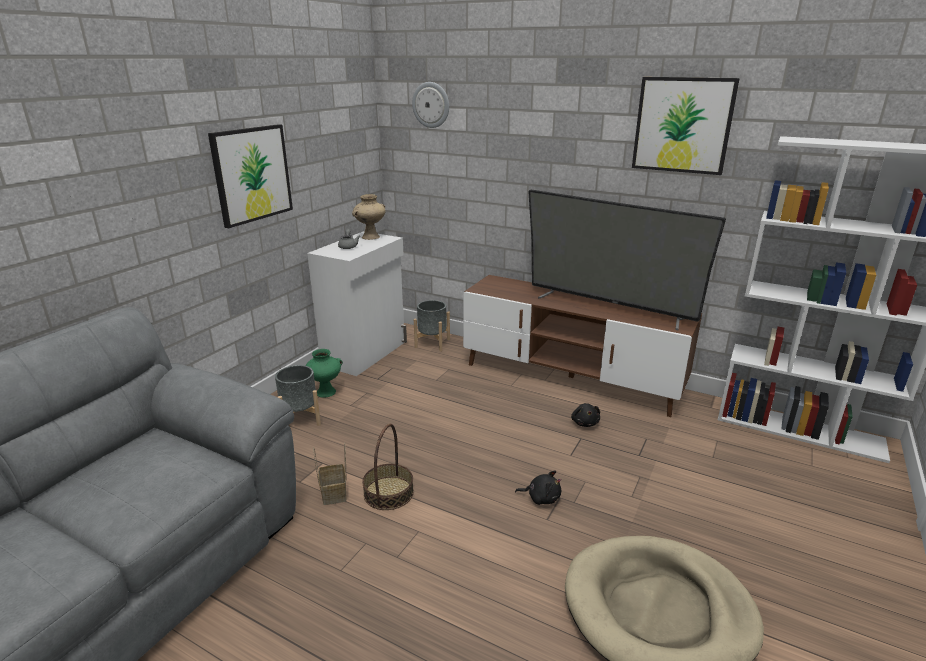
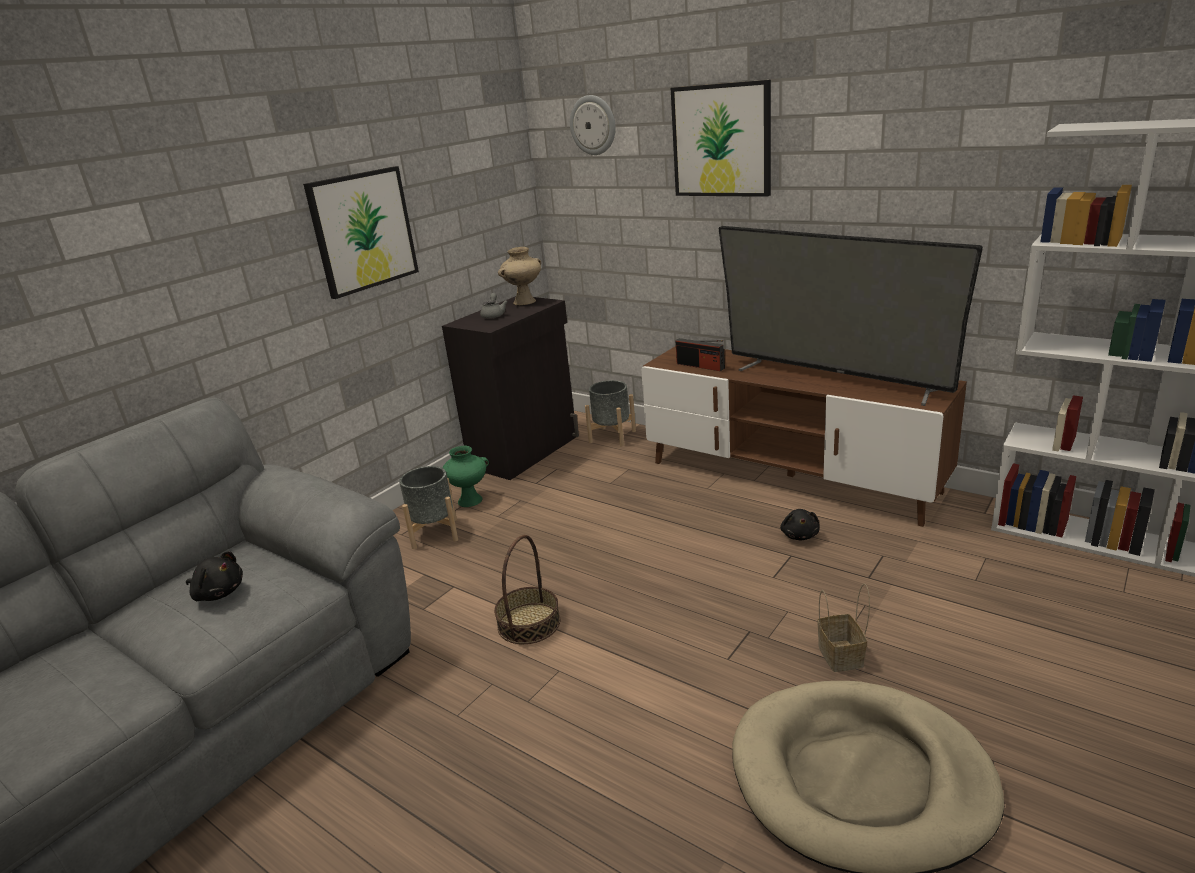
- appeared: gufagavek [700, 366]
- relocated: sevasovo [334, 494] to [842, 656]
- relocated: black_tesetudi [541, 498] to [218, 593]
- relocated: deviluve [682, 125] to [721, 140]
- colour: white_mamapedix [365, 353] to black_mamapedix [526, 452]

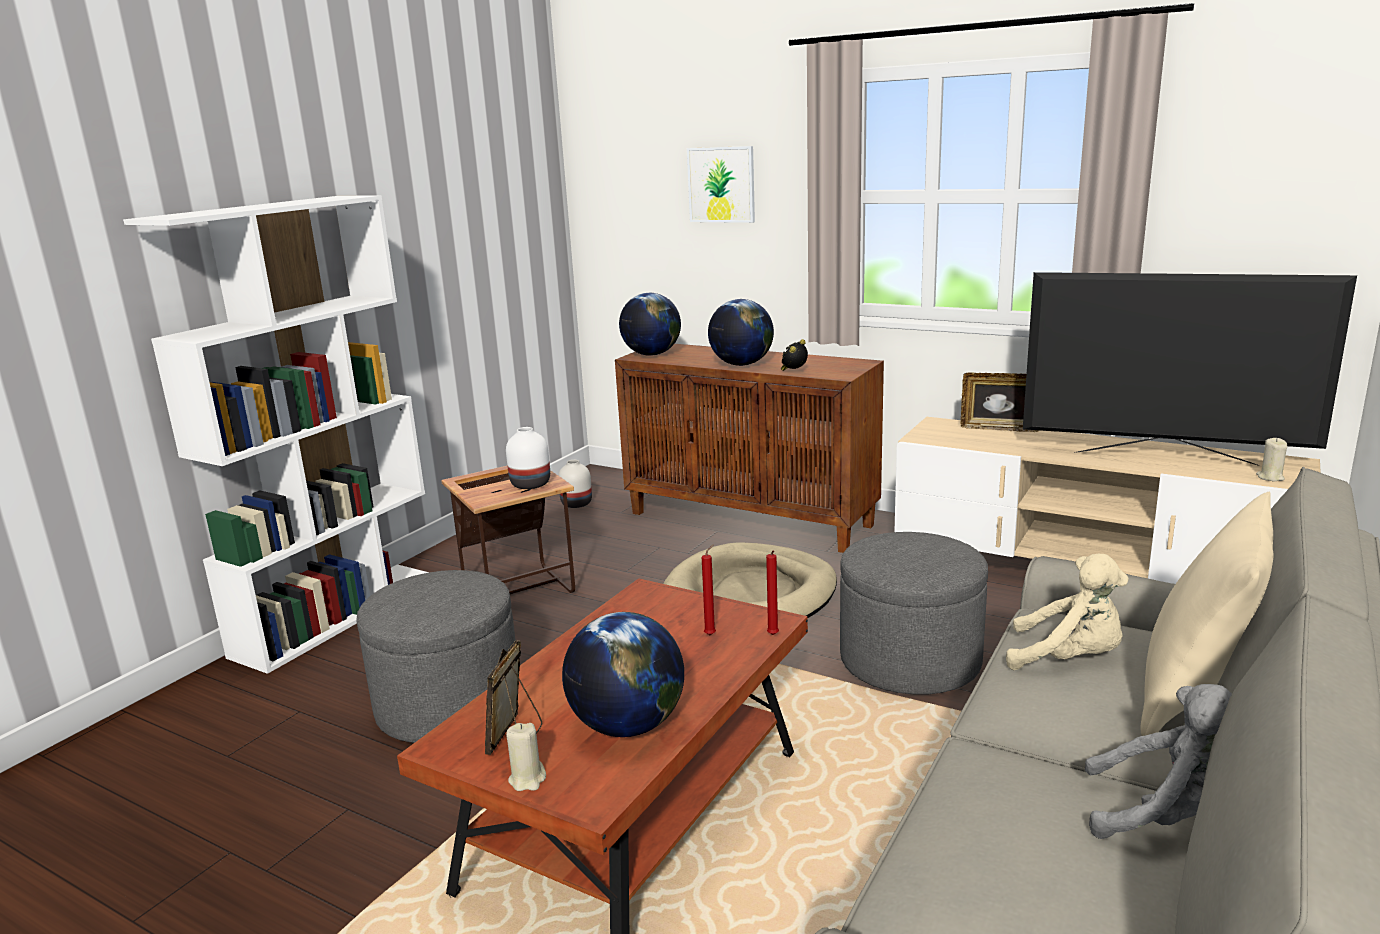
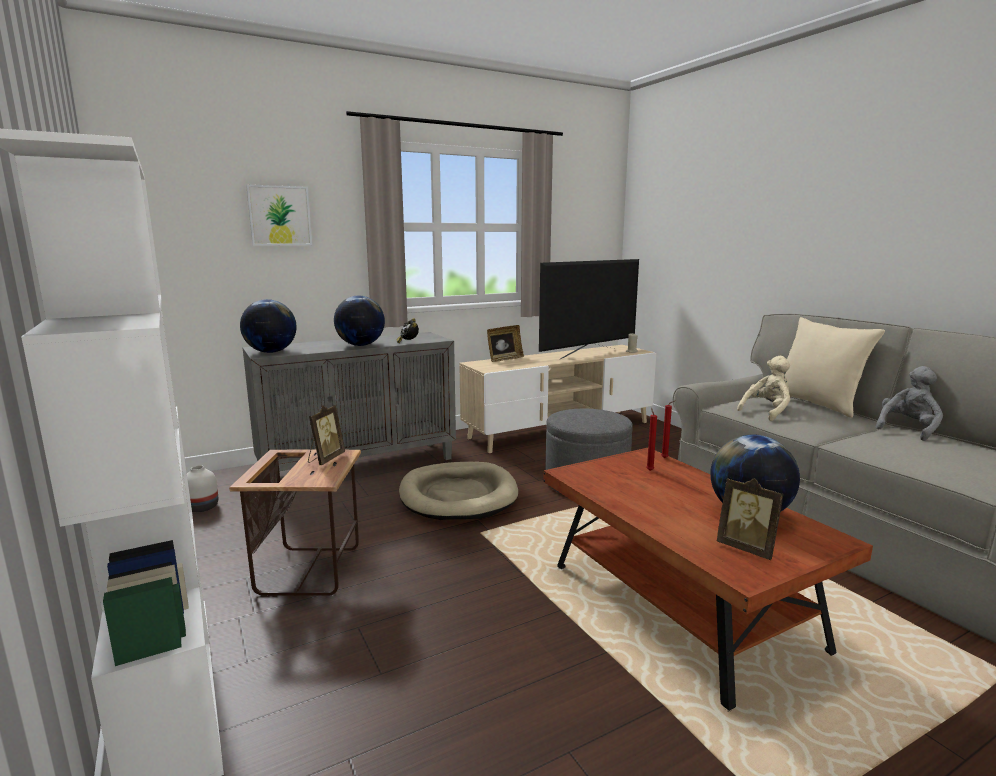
- missing: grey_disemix [449, 705]
- missing: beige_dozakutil [527, 779]
- exchanged: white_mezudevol [531, 484] to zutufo [325, 459]
- colour: brown_mamapedix [751, 519] to grey_mamapedix [360, 465]

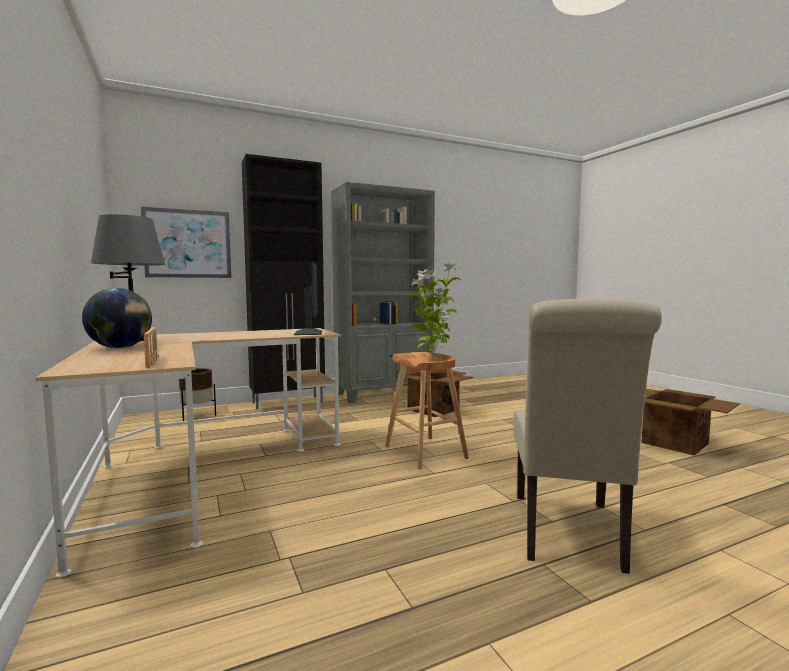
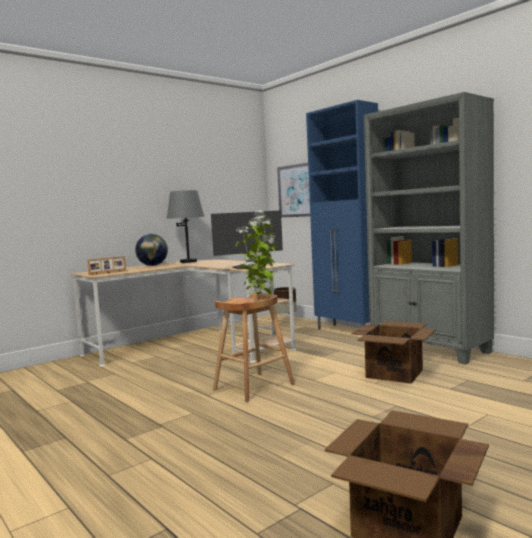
- missing: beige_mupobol [568, 534]
- colour: black_mamapedix [288, 402] to blue_mamapedix [349, 331]

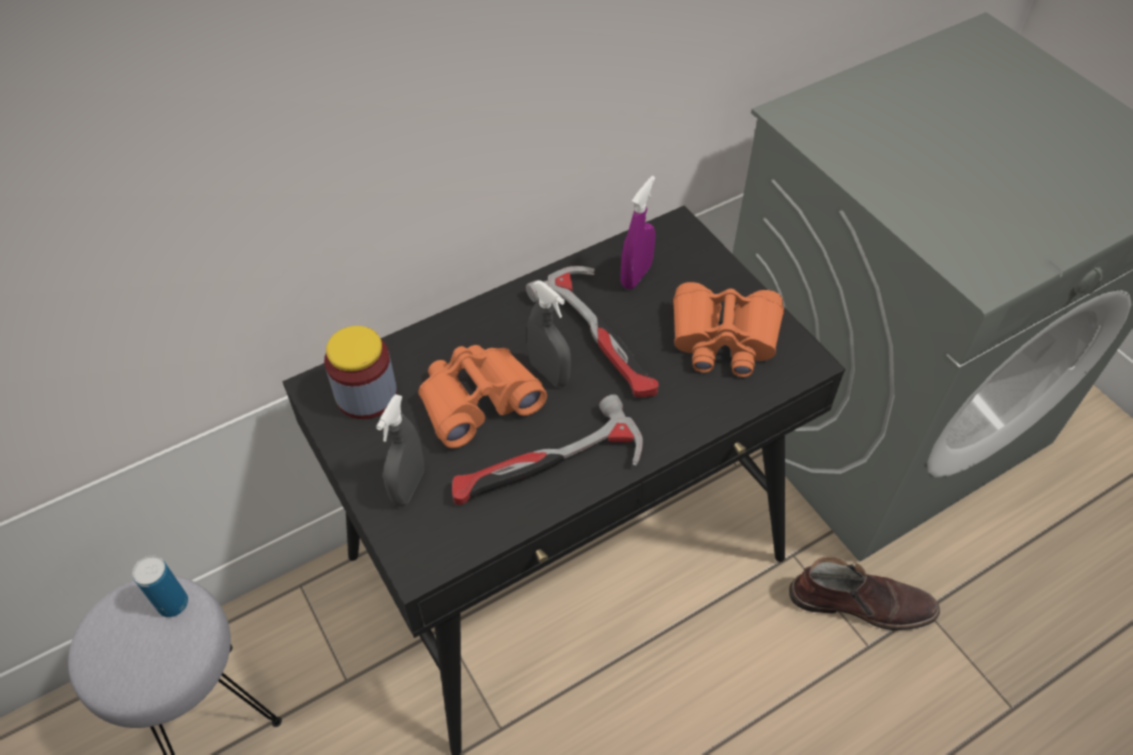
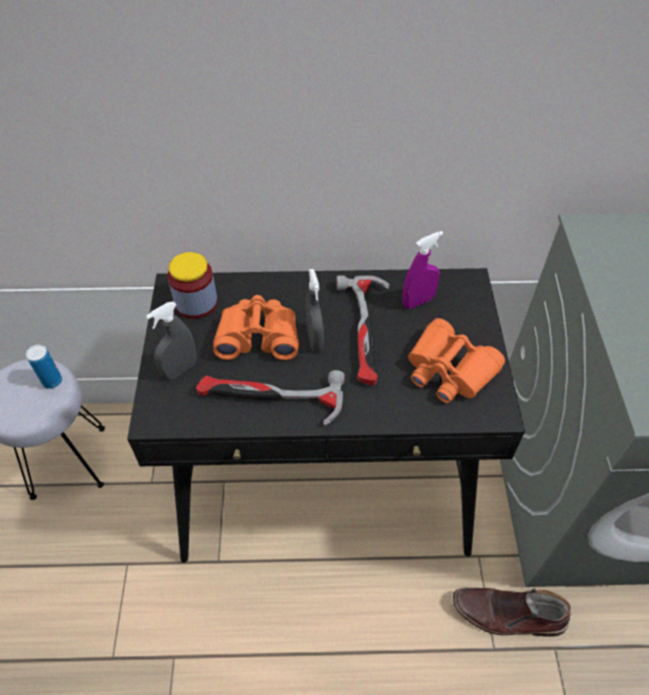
- spun: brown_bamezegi [860, 602] = [507, 615] 150 degrees clockwise

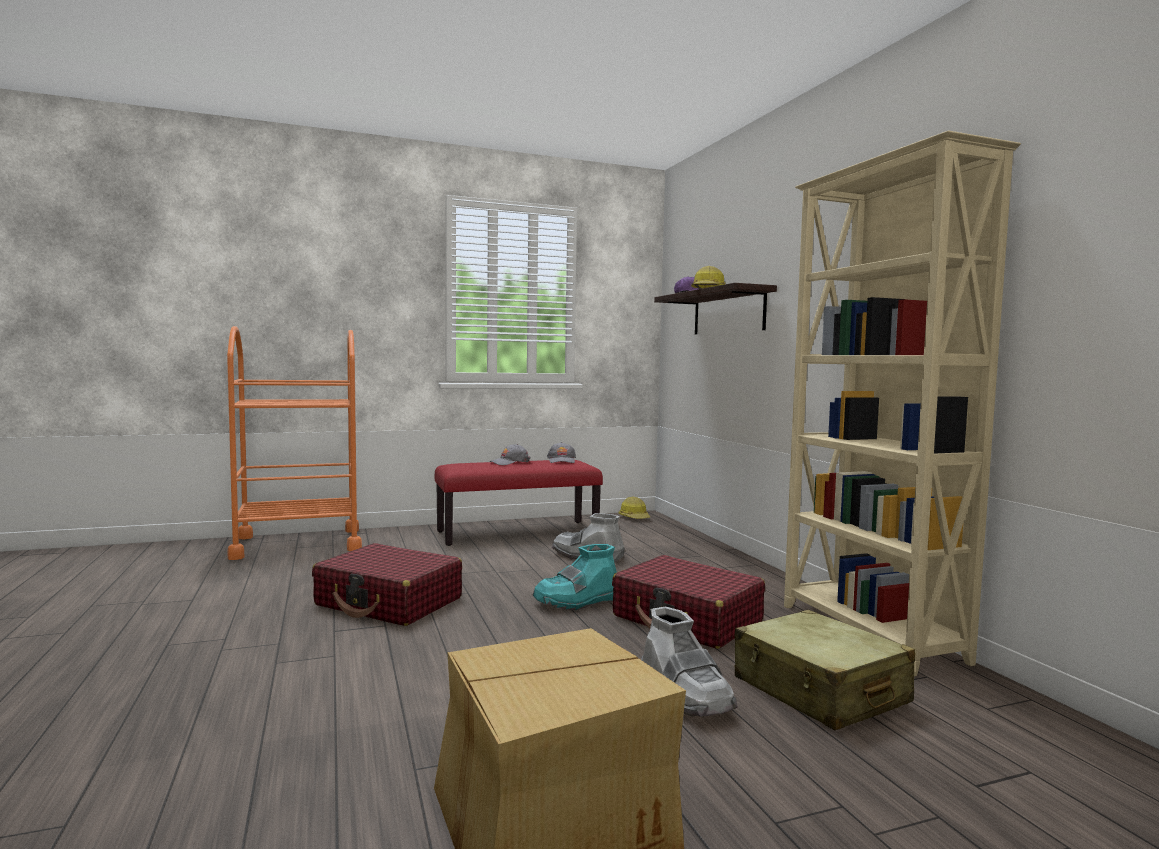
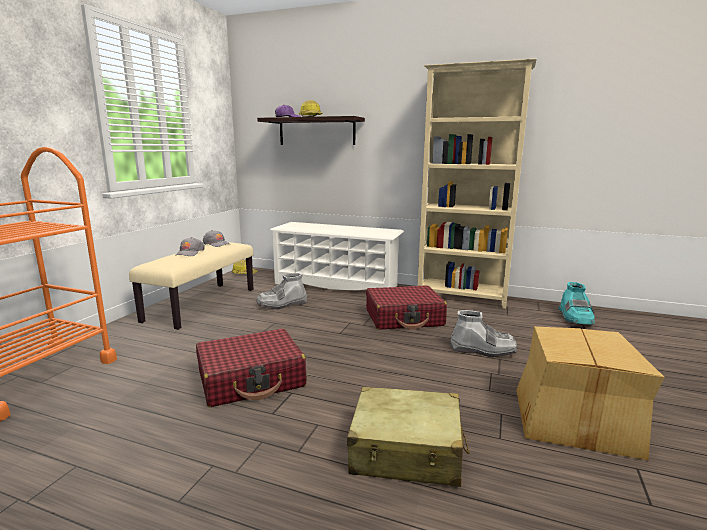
- appeared: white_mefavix [337, 284]
- relocated: turquoise_bamezegi [577, 602] to [575, 319]
- relocated: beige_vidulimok [819, 691] to [406, 451]
- colour: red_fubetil [518, 533] to beige_fubetil [201, 304]

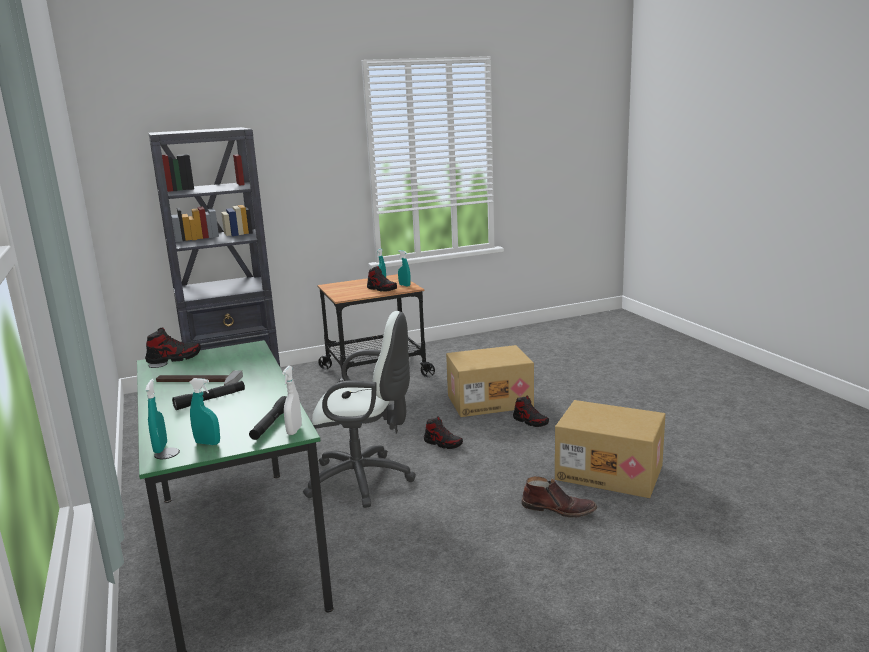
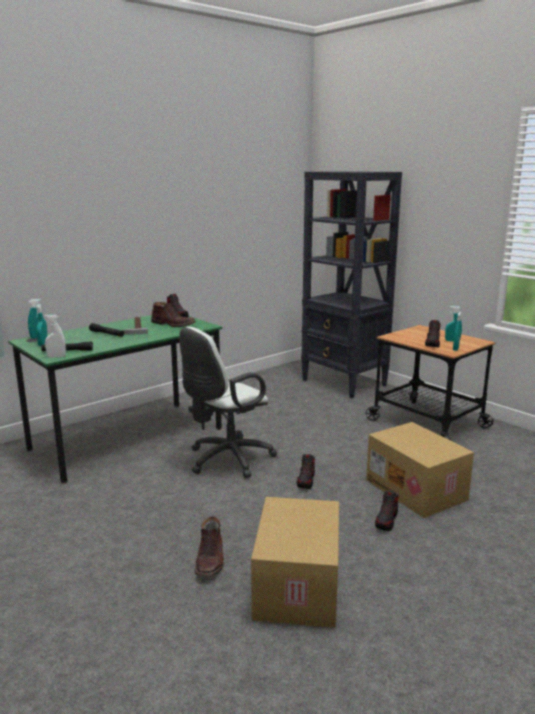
- appeared: brown_bamezegi [173, 324]
- spun: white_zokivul [365, 480] = [226, 460] 60 degrees clockwise

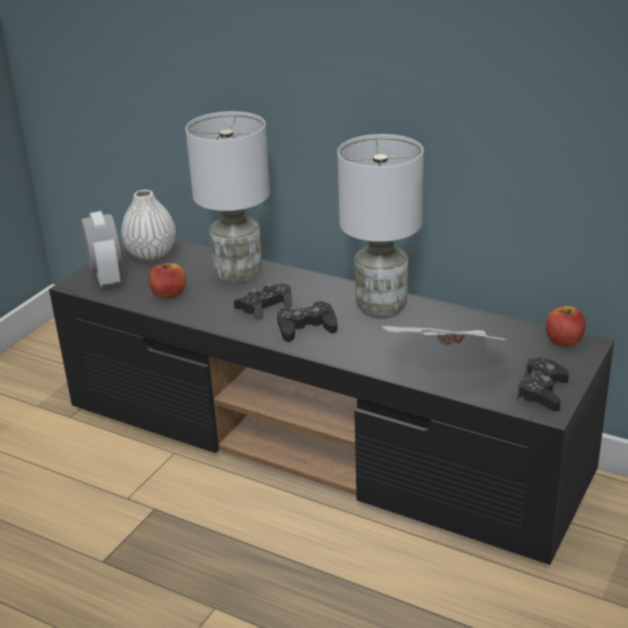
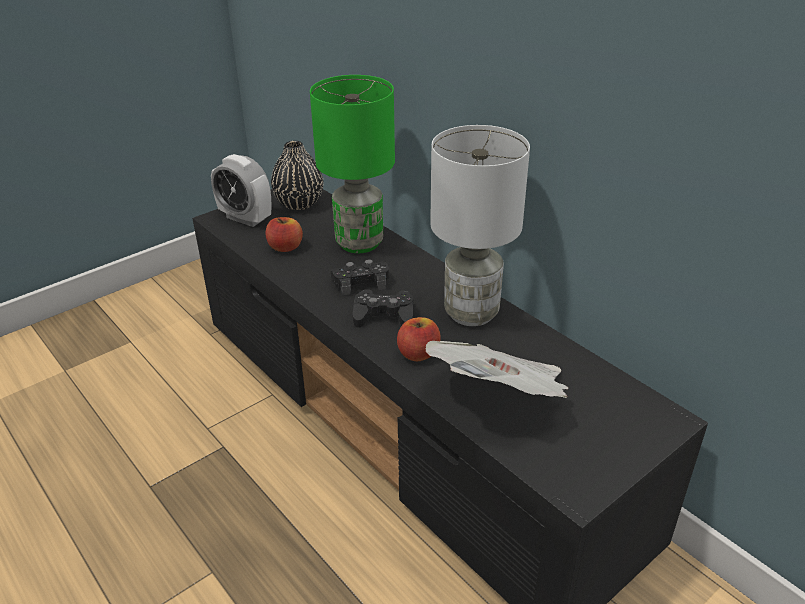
- missing: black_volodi [542, 391]
- relocated: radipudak [564, 341] to [418, 353]
- colour: white_mezudevol [151, 254] to black_mezudevol [299, 203]
- colour: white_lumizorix [238, 275] to green_lumizorix [359, 242]
- spun: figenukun [106, 278] = [245, 218] 120 degrees clockwise

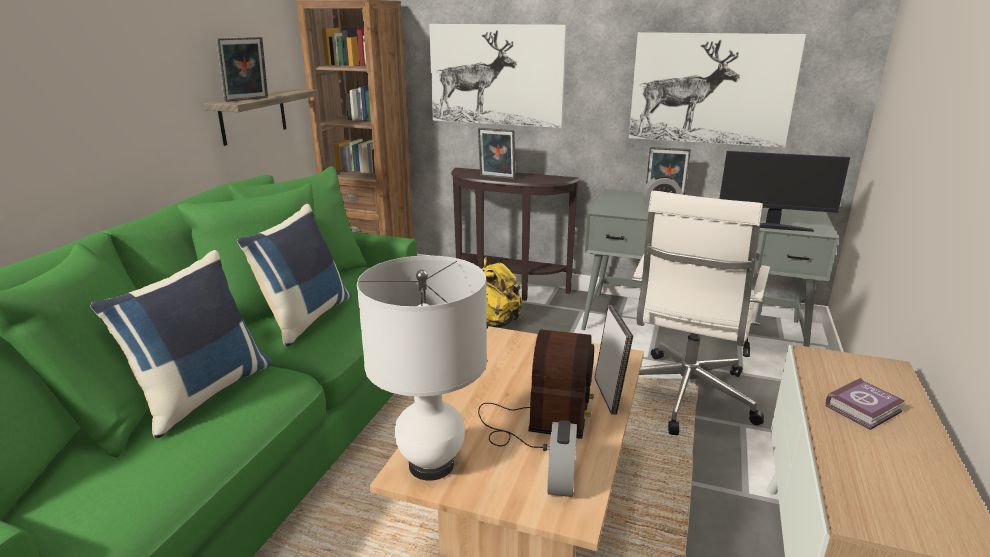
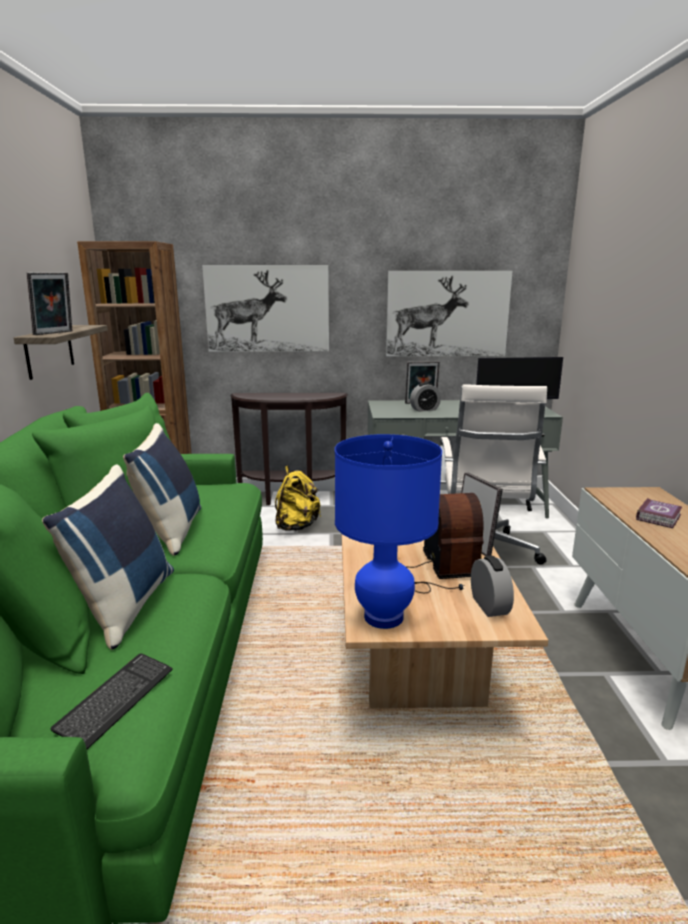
- missing: zutufo [496, 178]
- appeared: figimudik [116, 700]
- colour: white_lumizorix [431, 464] to blue_lumizorix [383, 617]

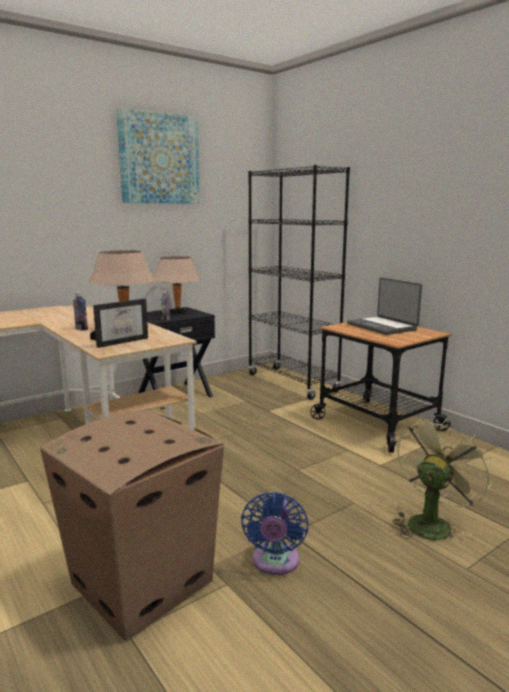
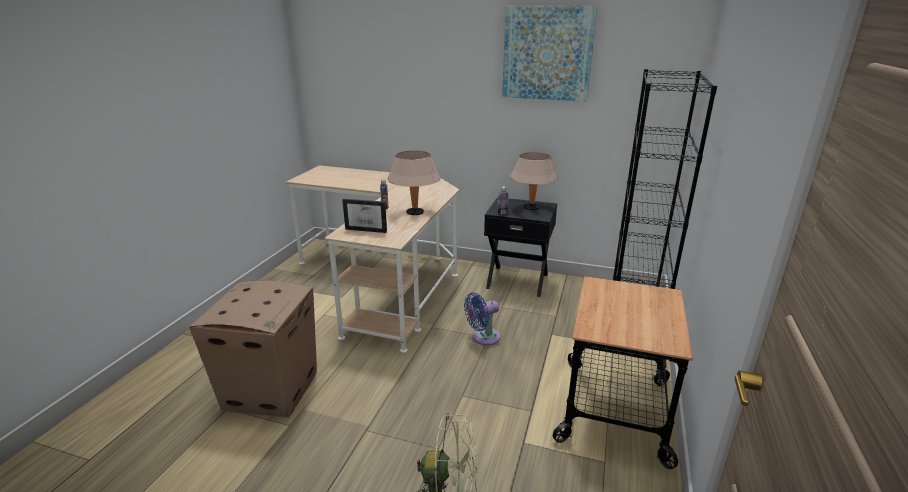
- missing: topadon [383, 327]
- relocated: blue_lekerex [275, 563] to [483, 337]

